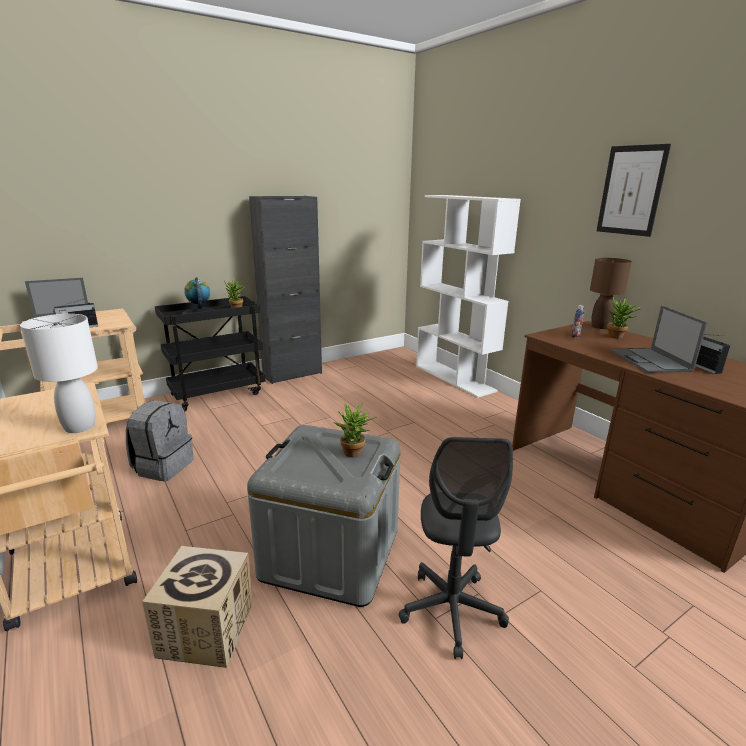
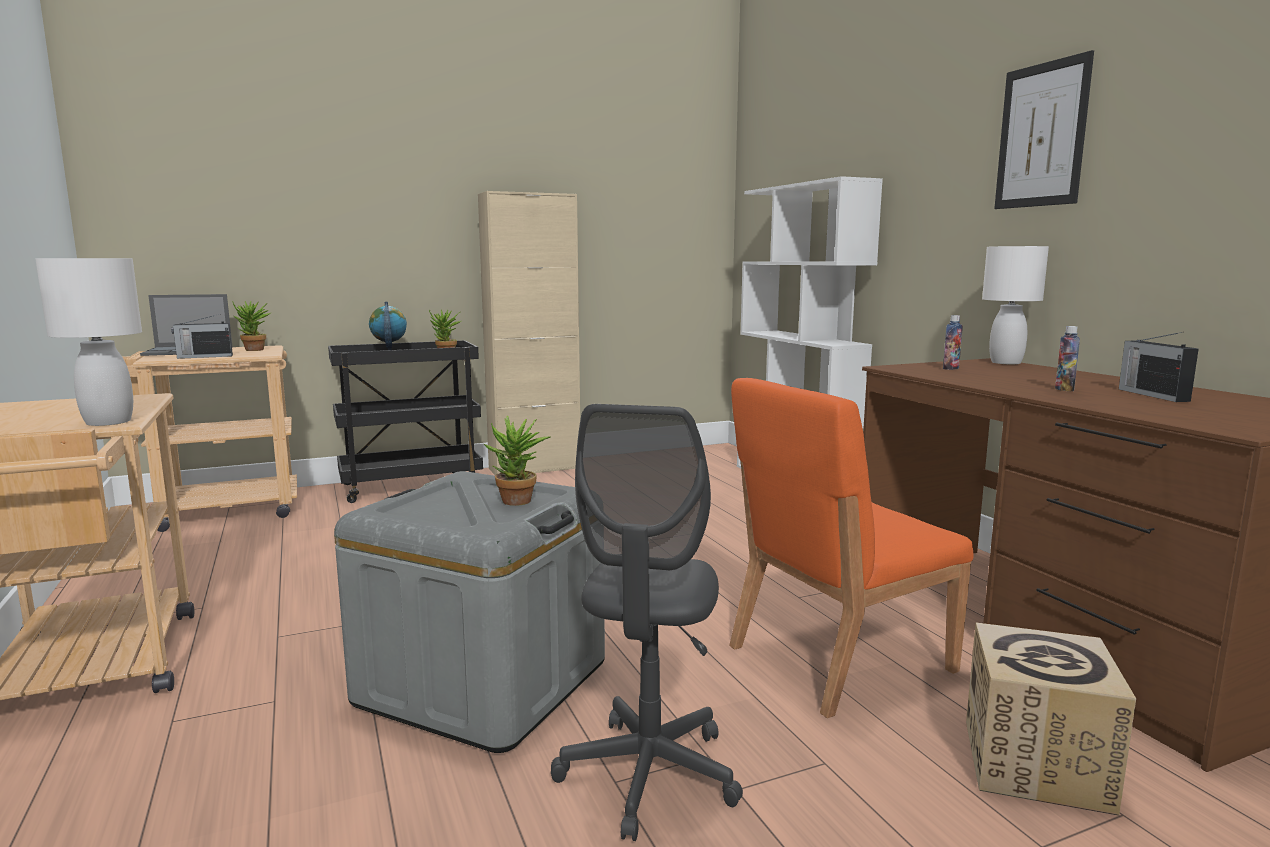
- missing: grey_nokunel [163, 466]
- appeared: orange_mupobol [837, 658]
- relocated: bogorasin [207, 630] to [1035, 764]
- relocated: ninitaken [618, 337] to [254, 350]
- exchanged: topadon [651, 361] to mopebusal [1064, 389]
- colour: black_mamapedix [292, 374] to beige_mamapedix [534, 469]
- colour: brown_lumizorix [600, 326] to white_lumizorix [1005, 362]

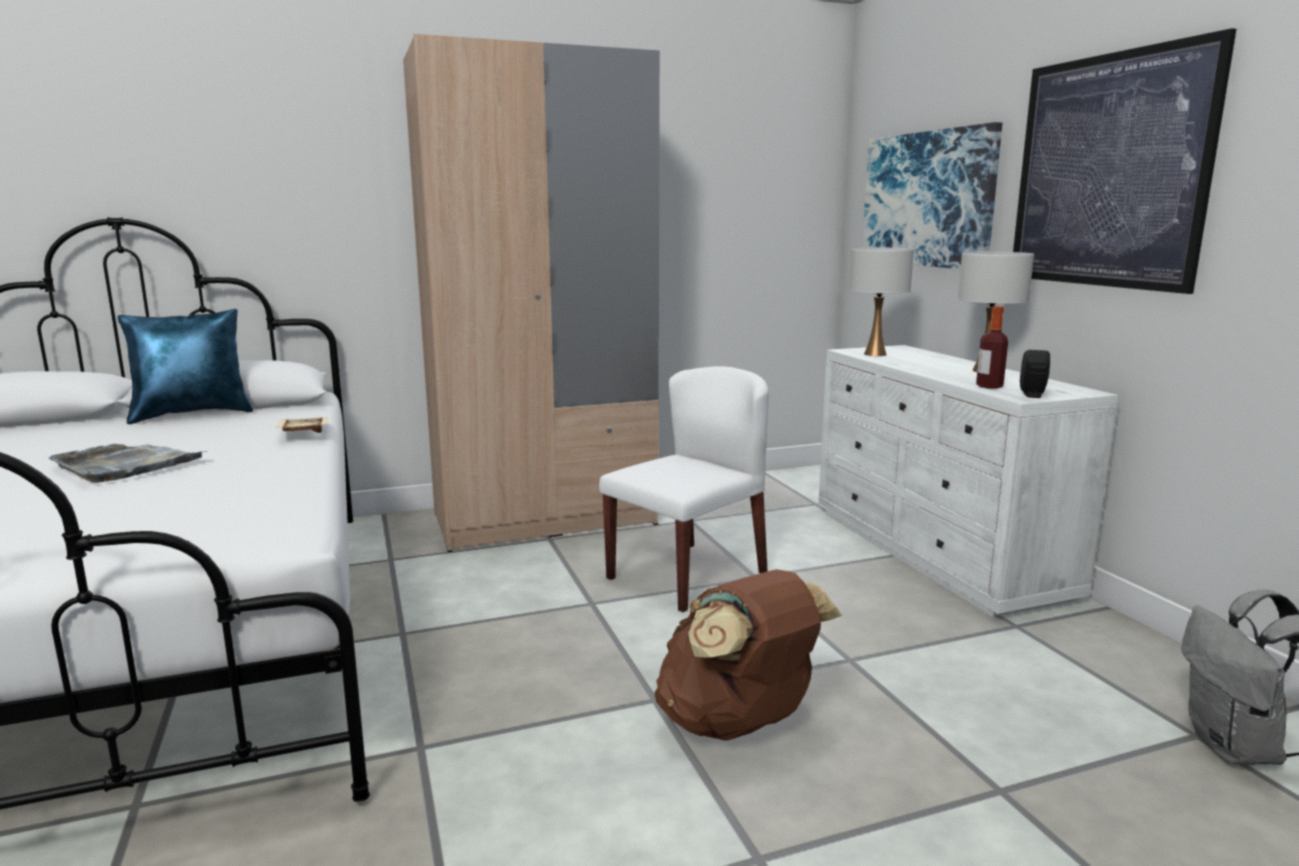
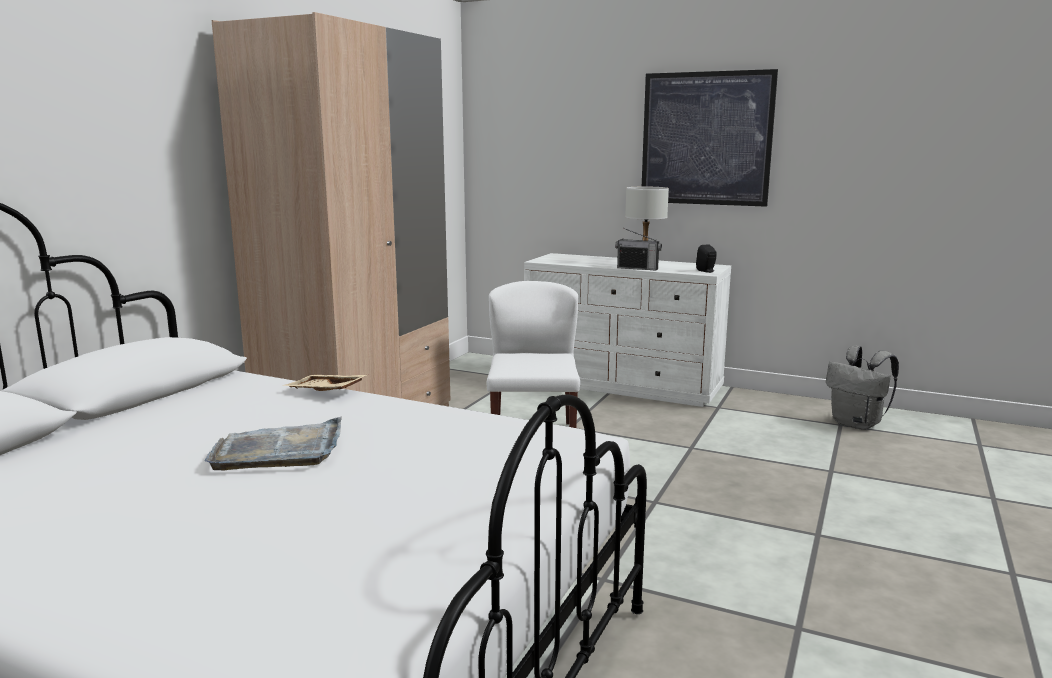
- missing: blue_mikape [193, 414]
- missing: brown_nokunel [738, 724]
- missing: white_lumizorix [874, 354]
- missing: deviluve [927, 199]
- missing: mopebusal [989, 386]
- appeared: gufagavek [637, 268]

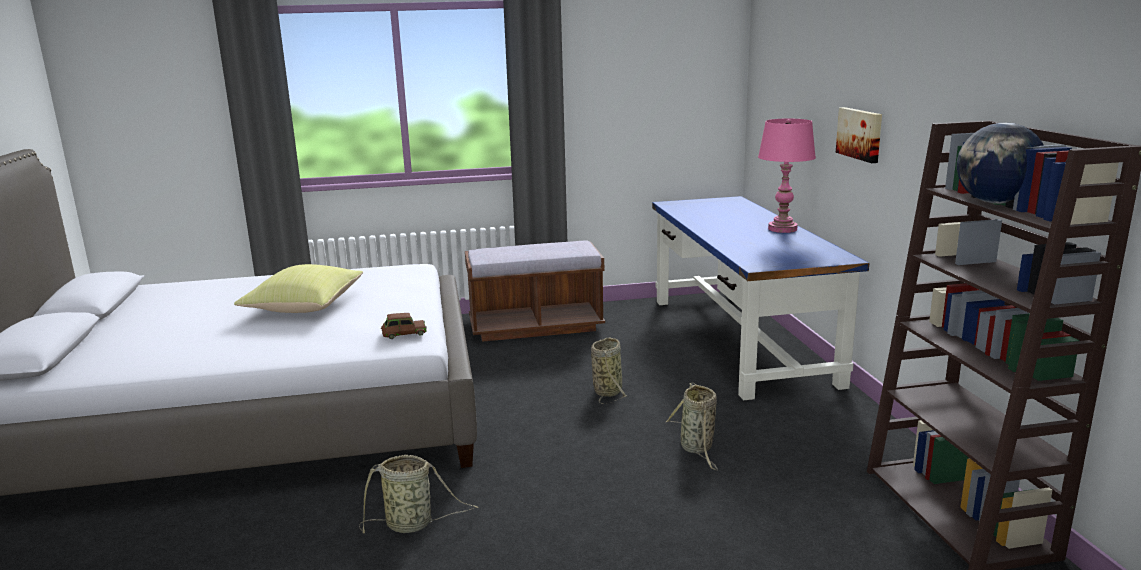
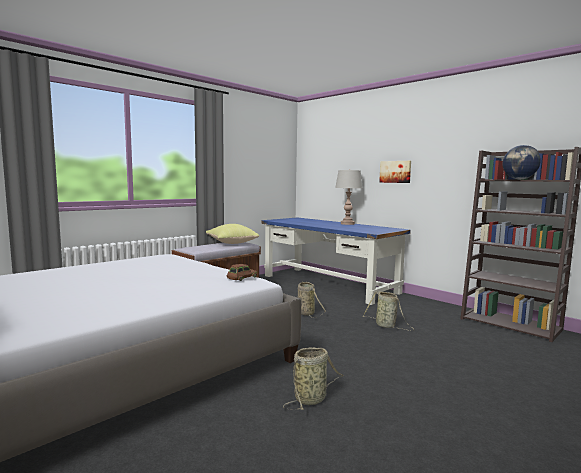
- relocated: yellow_mikape [304, 307] to [231, 243]
- colour: pink_lumizorix [782, 229] to grey_lumizorix [347, 224]

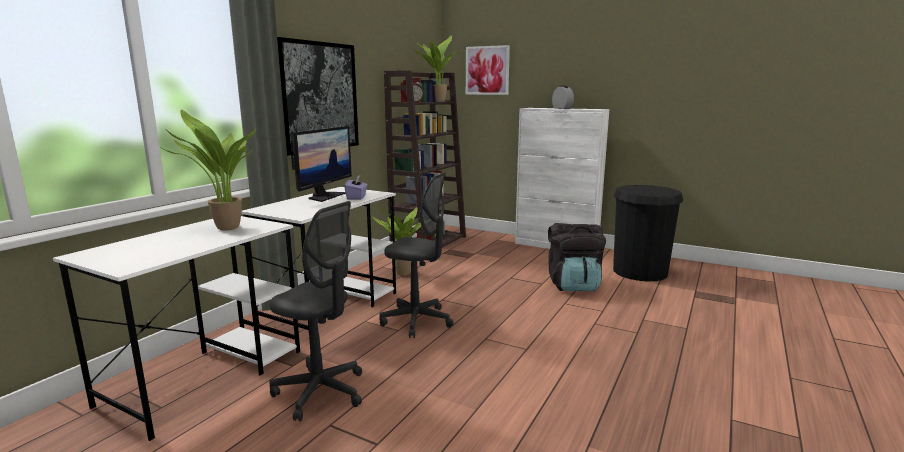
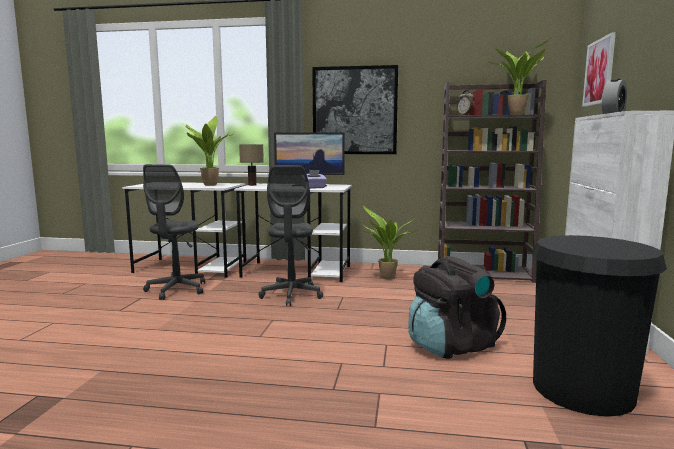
- appeared: lumizorix [252, 185]

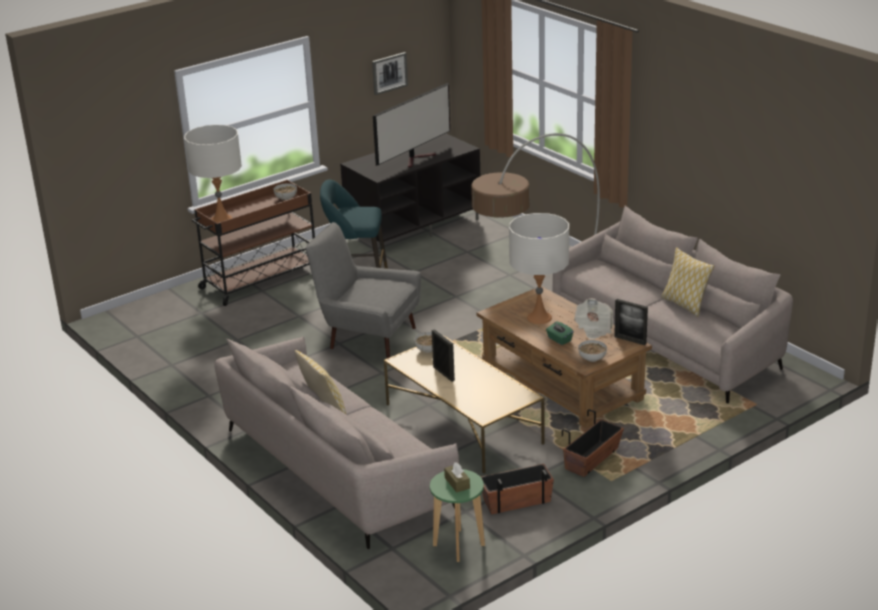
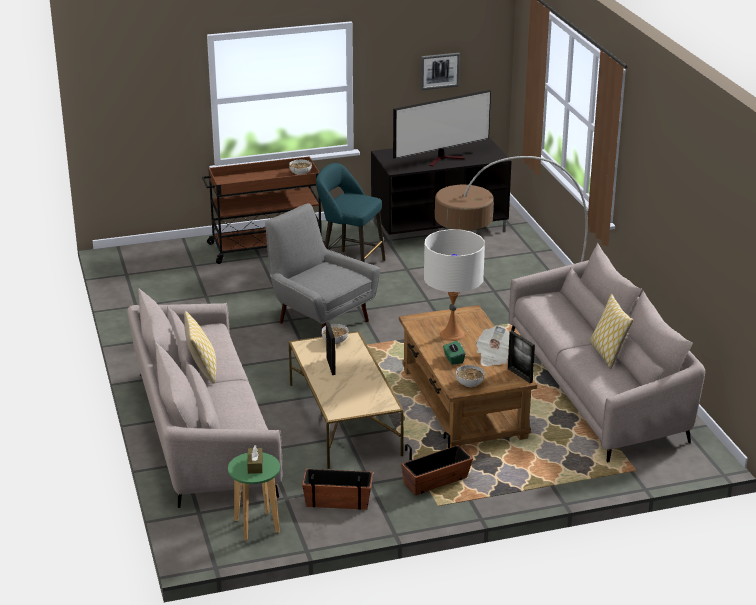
- missing: white_lumizorix [221, 219]

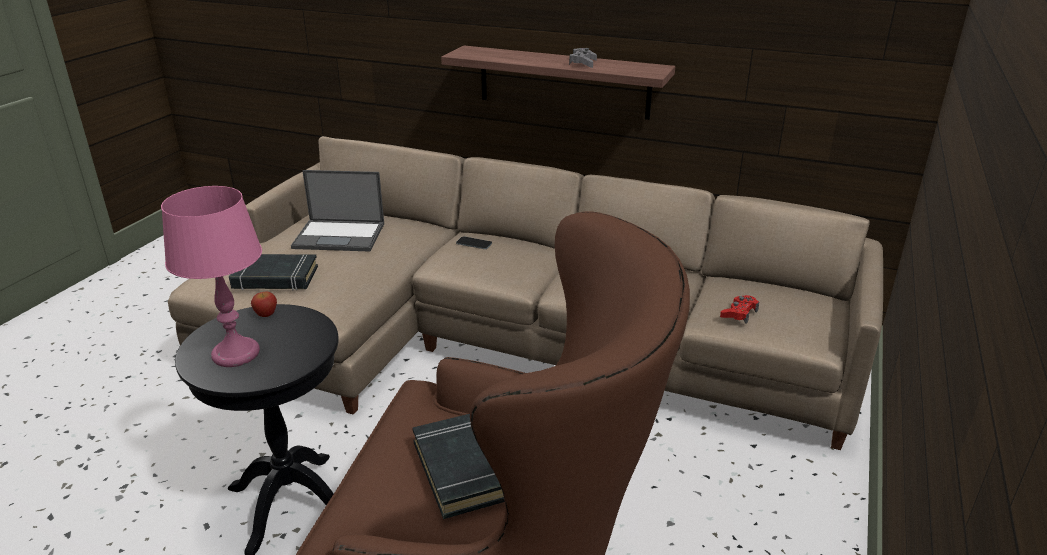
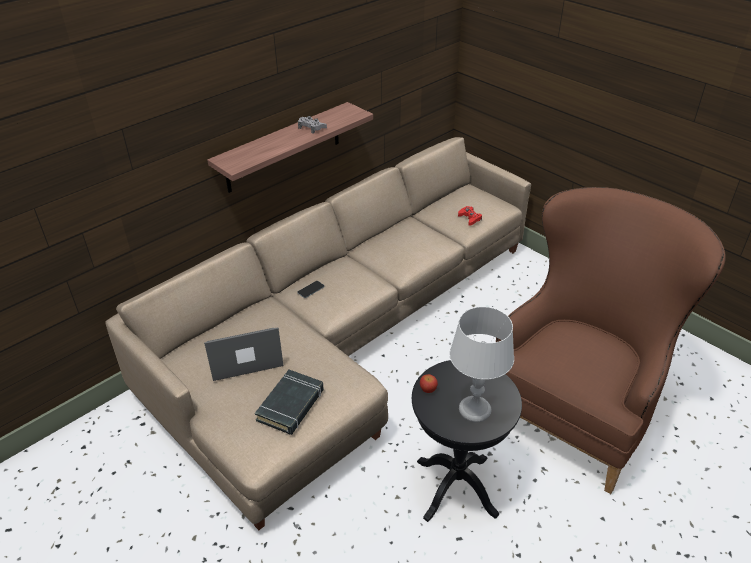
- missing: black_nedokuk [463, 470]
- colour: pink_lumizorix [235, 353] to grey_lumizorix [474, 410]
- spun: topadon [340, 236] = [243, 355] 135 degrees counterclockwise

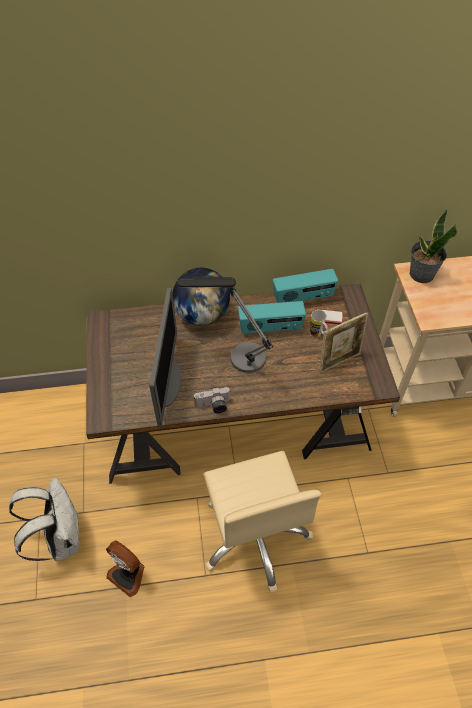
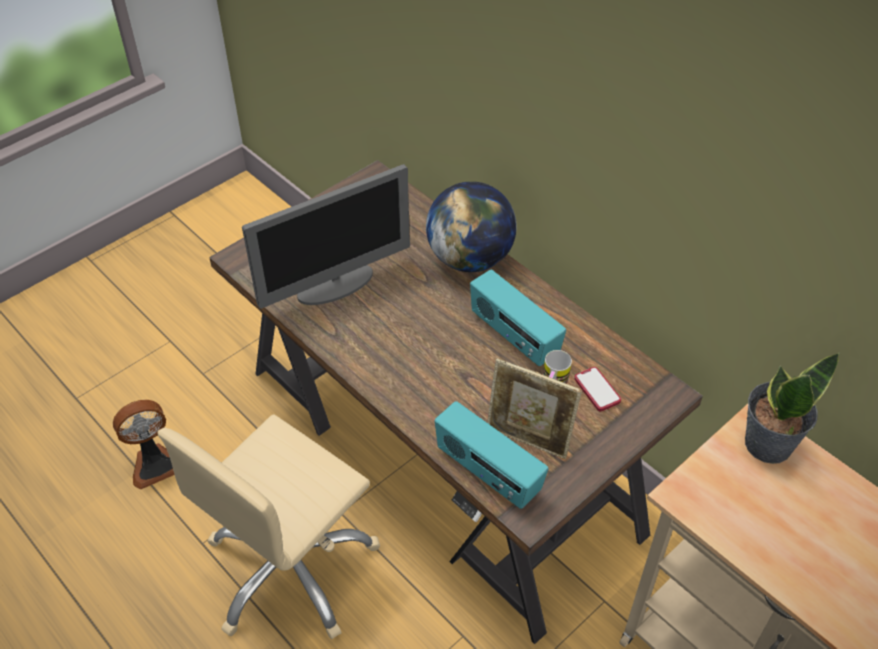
- missing: white_nokunel [60, 538]
- missing: lumizorix [237, 356]
- missing: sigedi [213, 406]
- relocated: gufagavek [303, 298] to [487, 473]
- spun: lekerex [128, 574] = [155, 464] 120 degrees counterclockwise

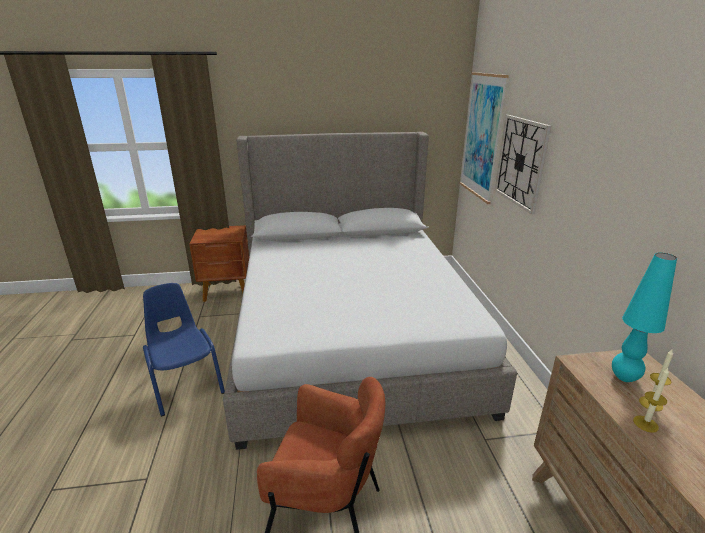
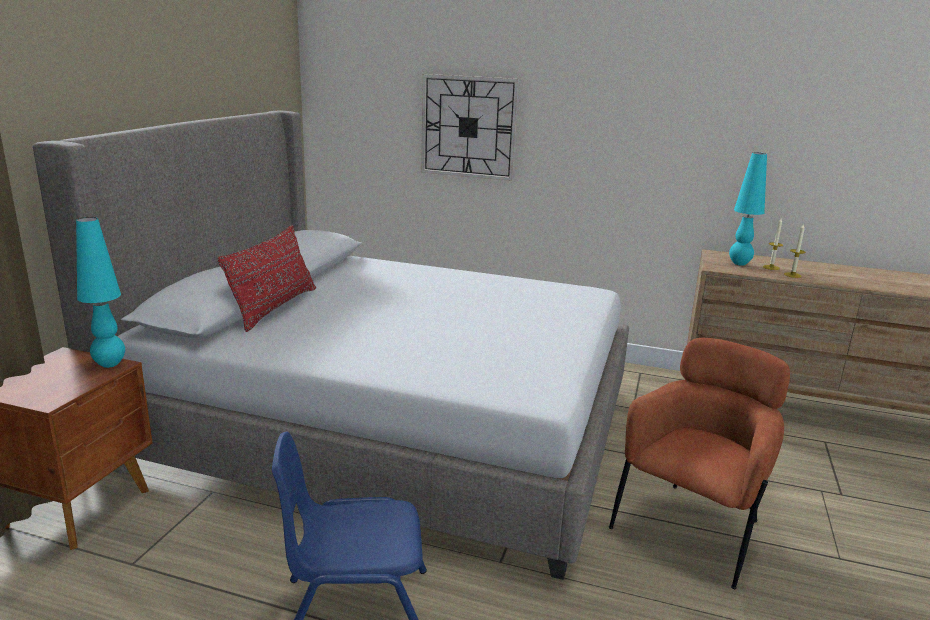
- missing: deviluve [482, 136]
- appeared: turquoise_lumizorix [109, 364]
- appeared: red_mikape [274, 307]

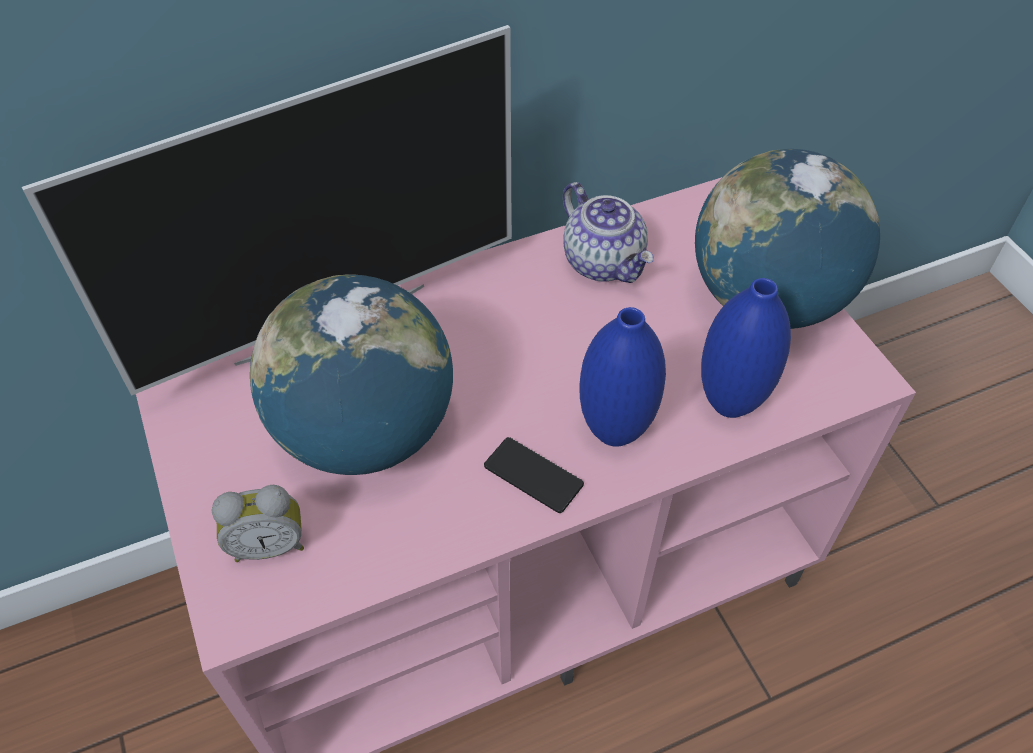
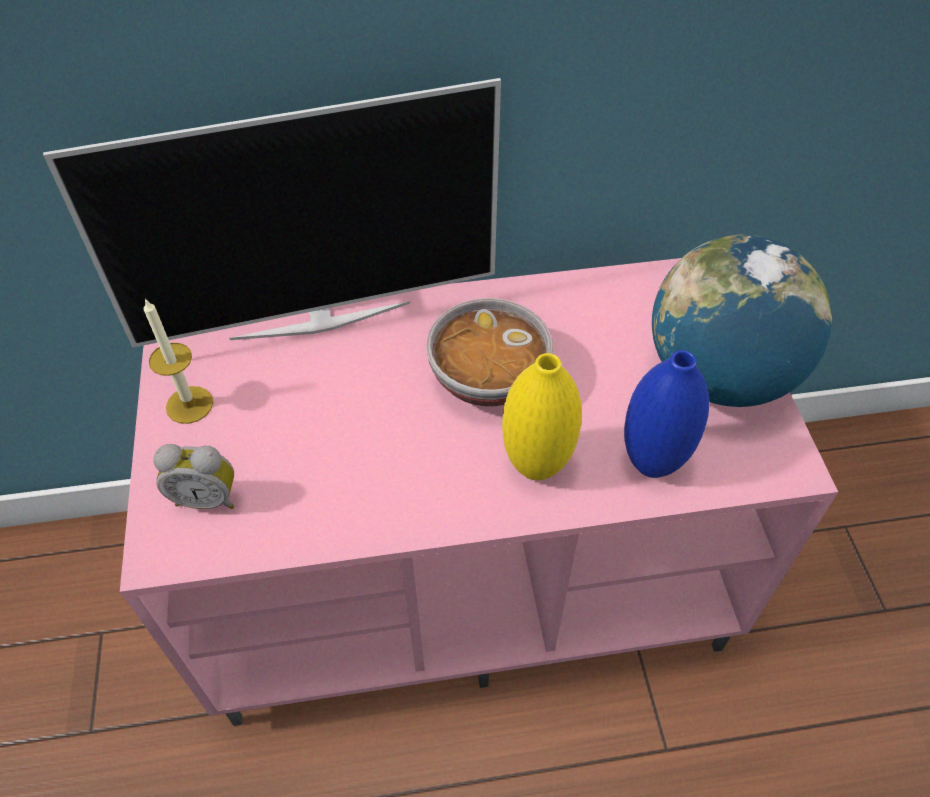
- missing: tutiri [365, 432]
- missing: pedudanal [533, 475]
- missing: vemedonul [604, 262]
- appeared: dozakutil [189, 405]
- appeared: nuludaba [487, 378]
- colour: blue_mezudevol [615, 431] to yellow_mezudevol [536, 466]

